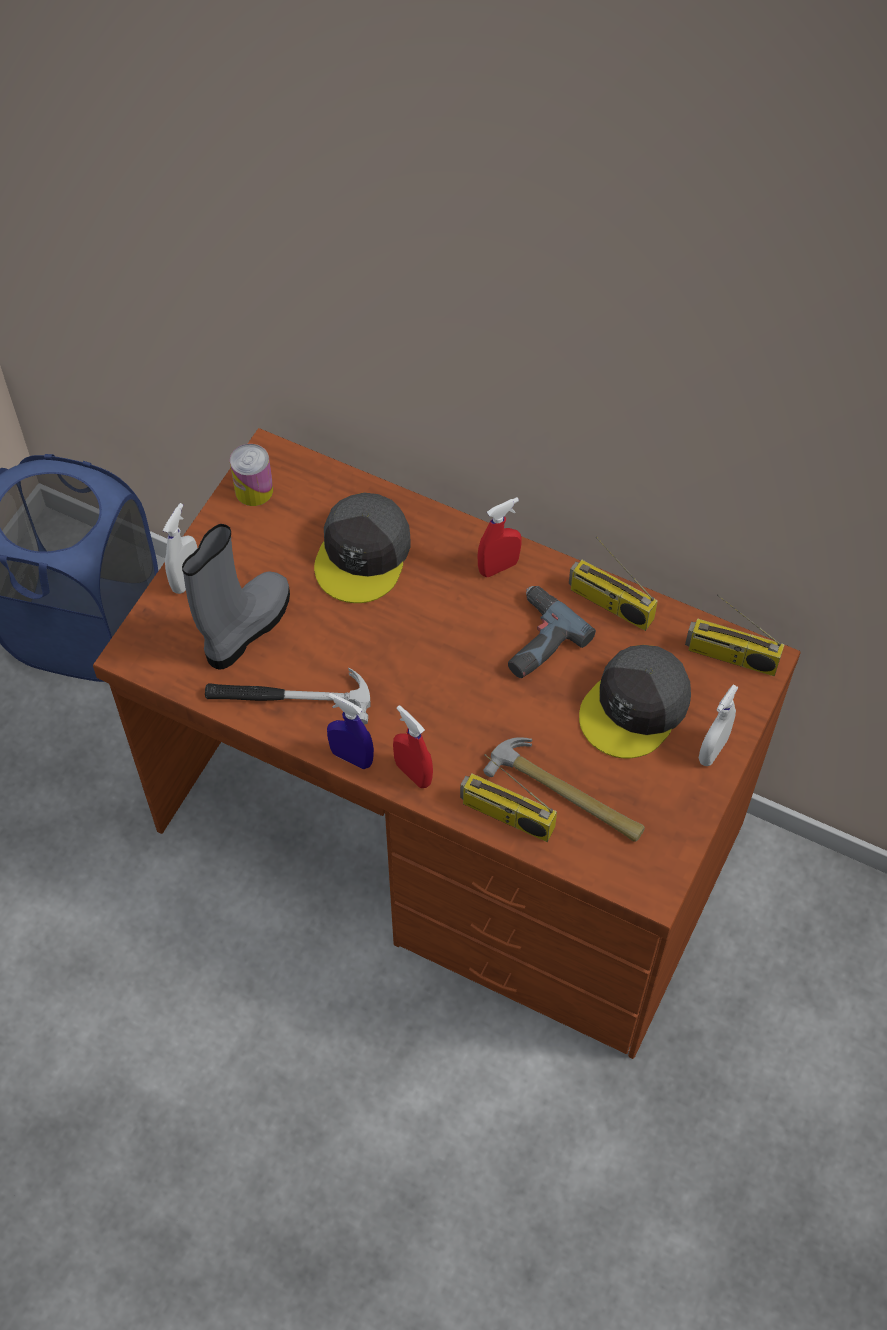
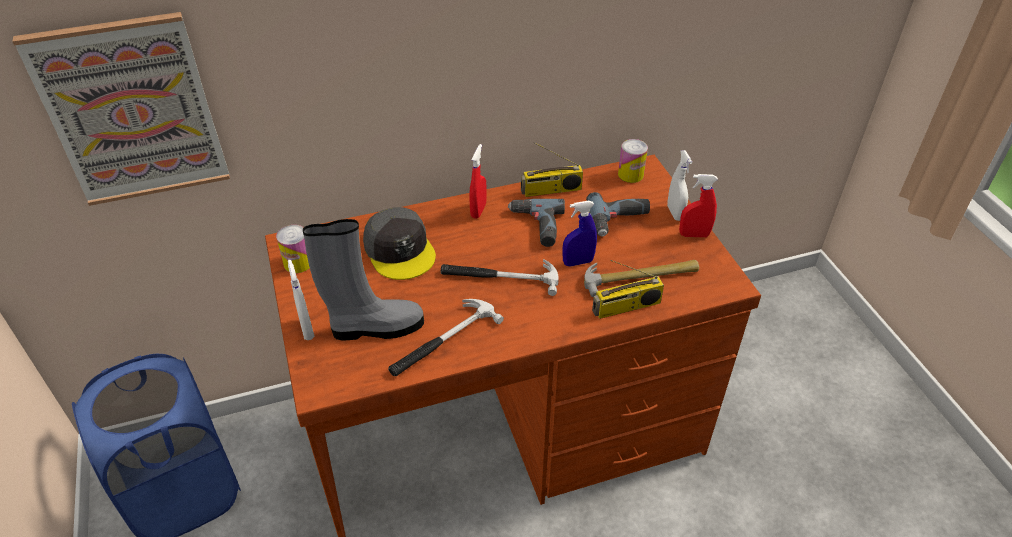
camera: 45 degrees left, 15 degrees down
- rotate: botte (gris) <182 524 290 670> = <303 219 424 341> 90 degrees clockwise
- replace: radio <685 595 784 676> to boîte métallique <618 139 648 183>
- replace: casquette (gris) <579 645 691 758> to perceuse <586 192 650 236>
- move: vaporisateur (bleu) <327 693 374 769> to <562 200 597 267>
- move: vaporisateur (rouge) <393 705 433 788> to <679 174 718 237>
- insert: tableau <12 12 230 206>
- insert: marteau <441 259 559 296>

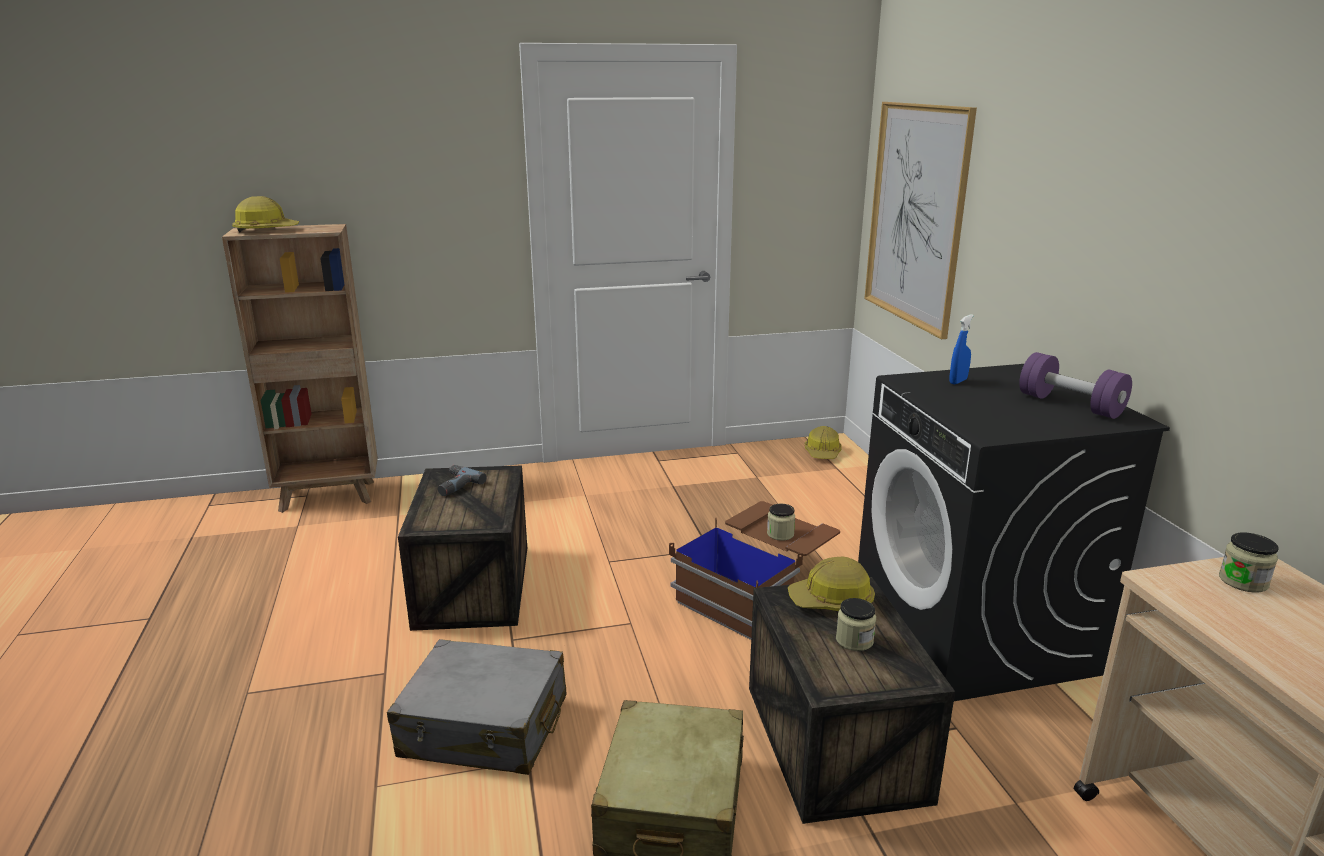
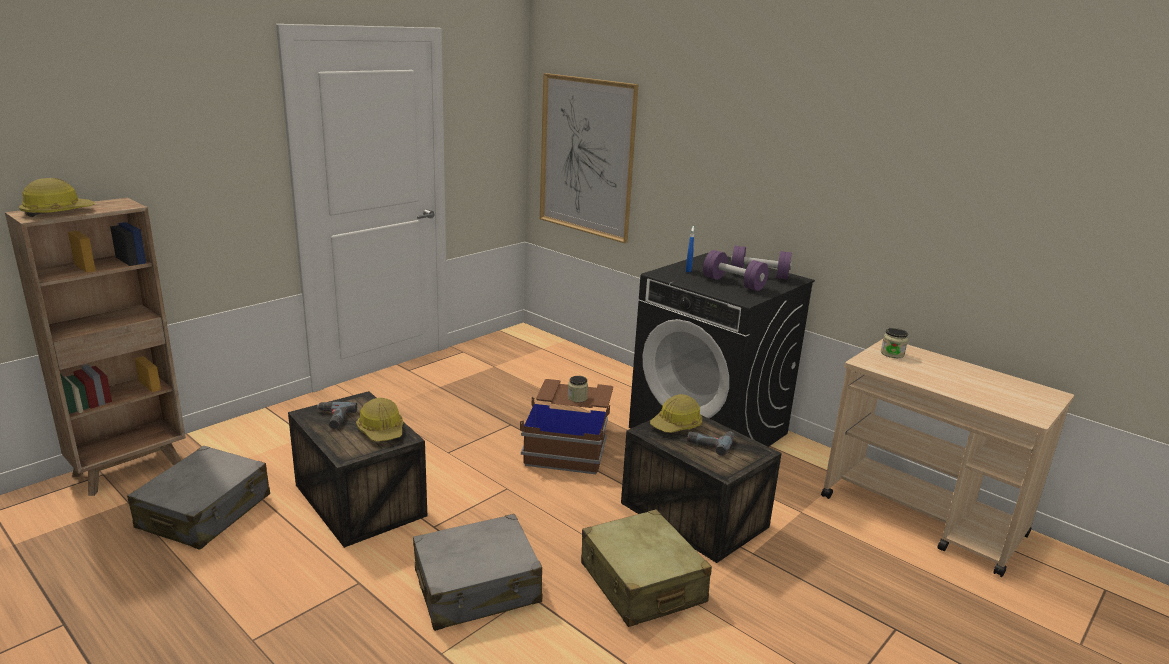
camera: 35 degrees left, 0 degrees up
- move: casque de chantier <805 426 842 459> to <356 398 403 441>
- replace: bocal <836 598 876 651> to perceuse <687 431 735 456>
- insert: haltère (violet) <703 250 769 291>
- insert: valise (gris) <127 446 270 550>

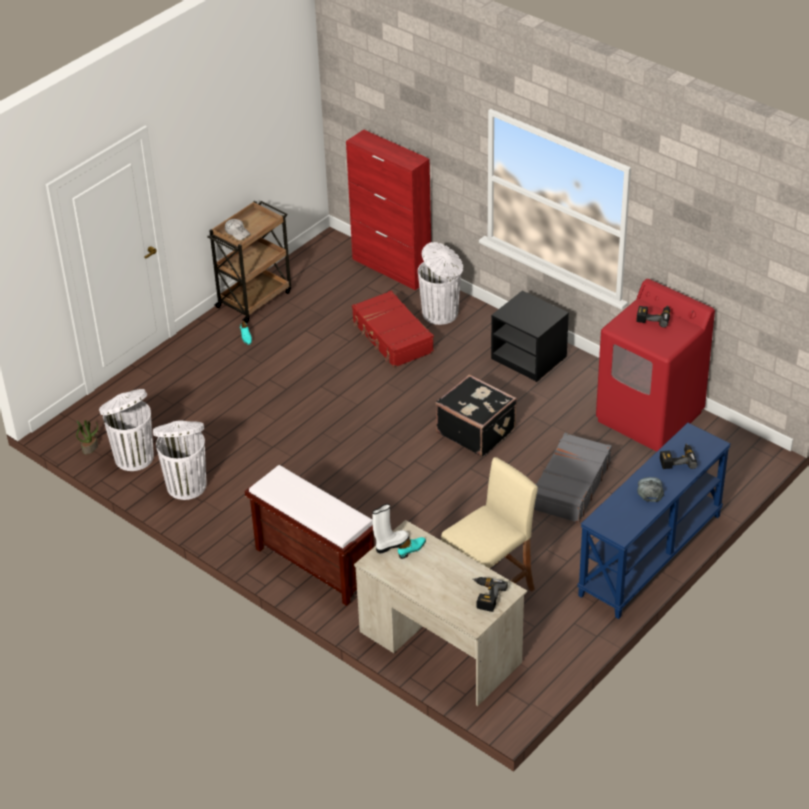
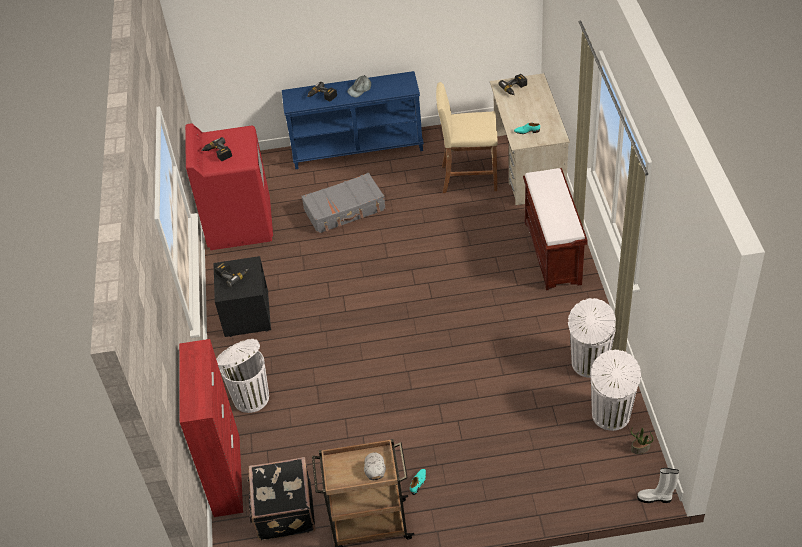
camera: 135 degrees left, 5 degrees up
- delete: valise (rouge) <352 291 434 368>
- move: valise (noir) <435 374 517 457> to <247 457 315 541>
- move: botte (blanc) <372 504 409 553> to <637 468 679 503>
- insert: perceuse <215 262 249 287>

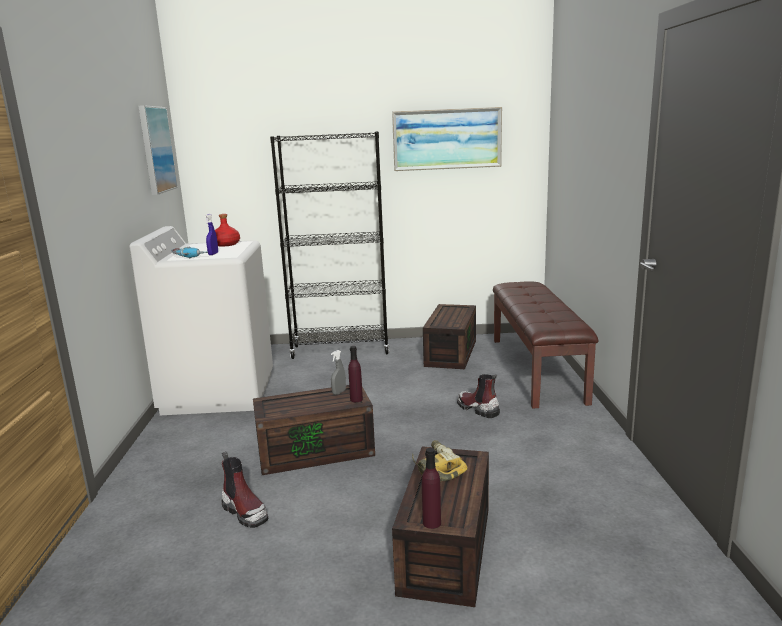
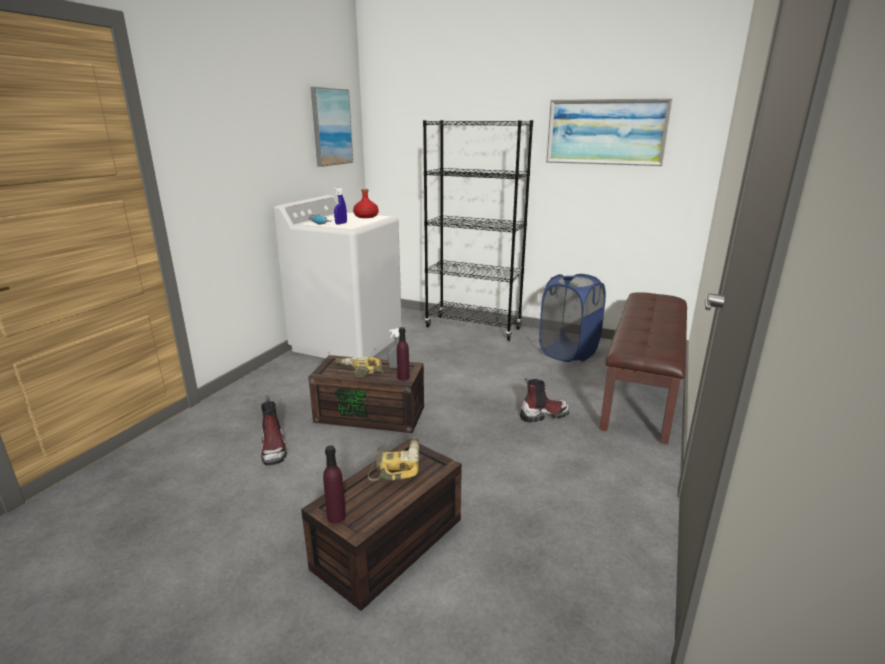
camera: 25 degrees right, 5 degrees up
- replace: boîte de rangement (marron) <423 304 476 369> to panier à linge (bleu) <539 274 606 362>
- rotate: botte <457 374 500 418> = <520 378 569 423> 90 degrees clockwise
- insert: perceuse <334 356 383 377>

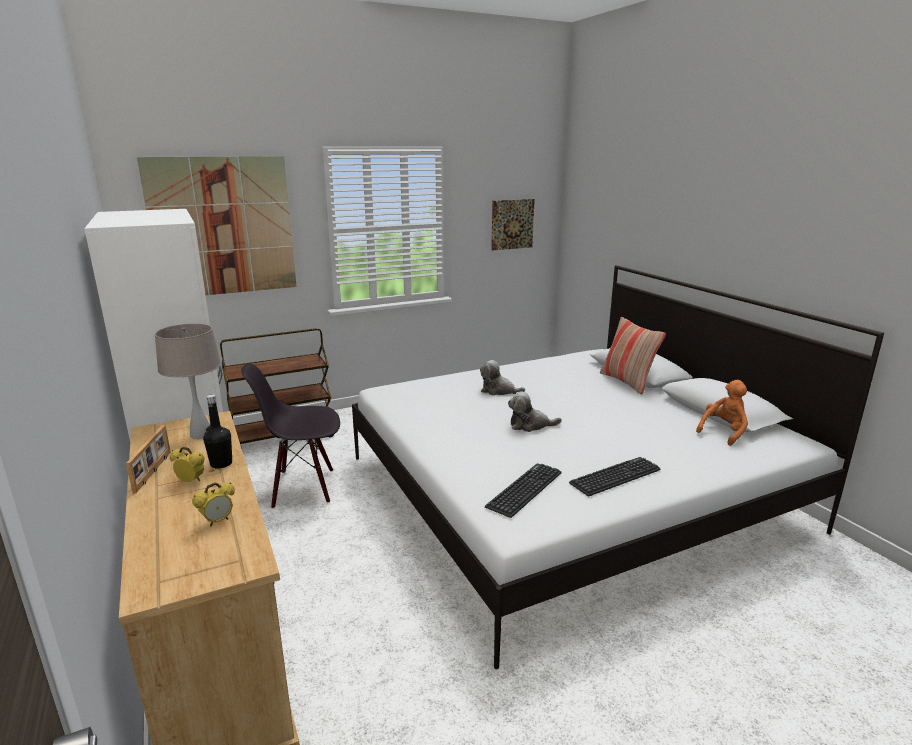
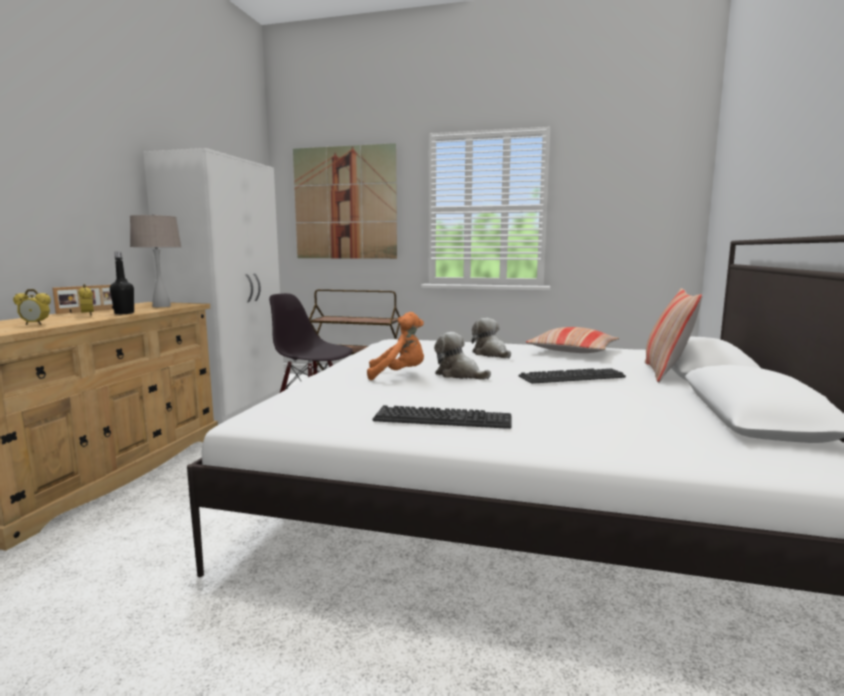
camera: 40 degrees right, 10 degrees down
- delete: tableau <491 199 535 250>
- move: peluche (orange) <696 380 748 446> to <367 312 424 380>
- move: clavier <485 463 562 518> to <519 368 626 384>
- insert: coussin <526 327 619 353>

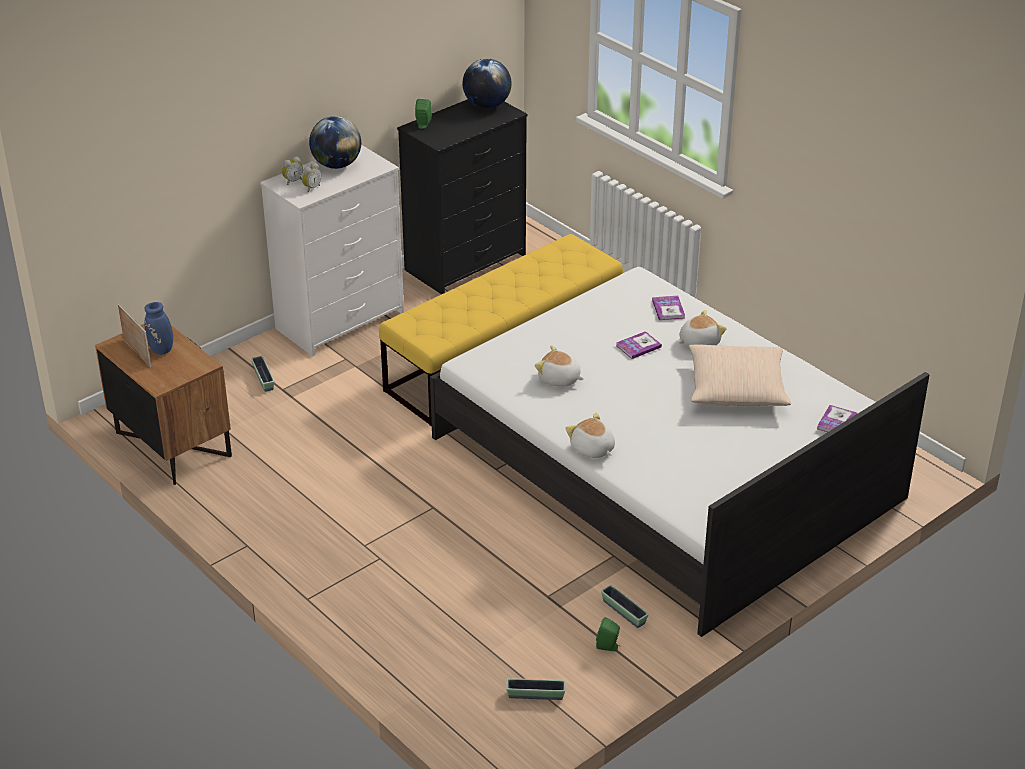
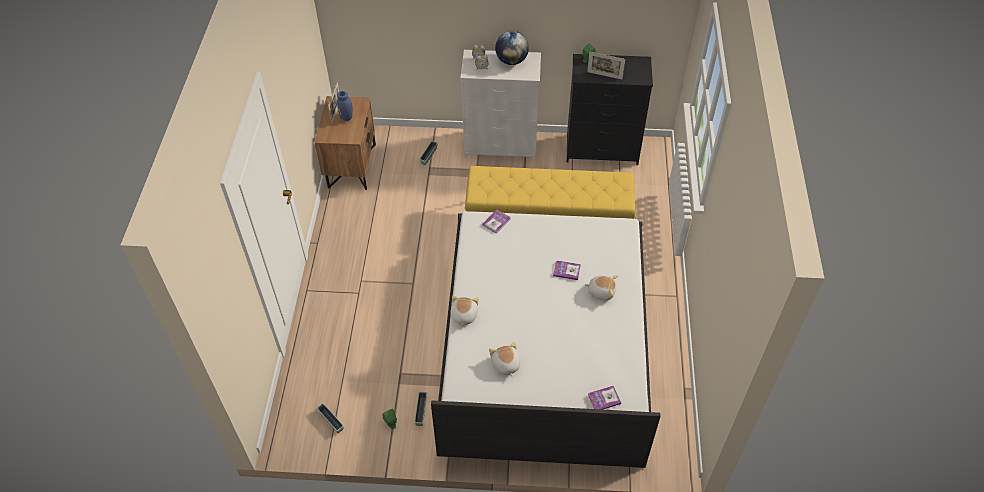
camera: 45 degrees right, 15 degrees up
- delete: globe <463 59 512 108>
- move: livre <652 296 685 320> to <482 210 511 234>
- delete: coussin (beige) <689 344 791 406>
- move: peluche <535 345 584 387> to <489 342 520 377>
- insert: cadre photo <587 52 625 79>

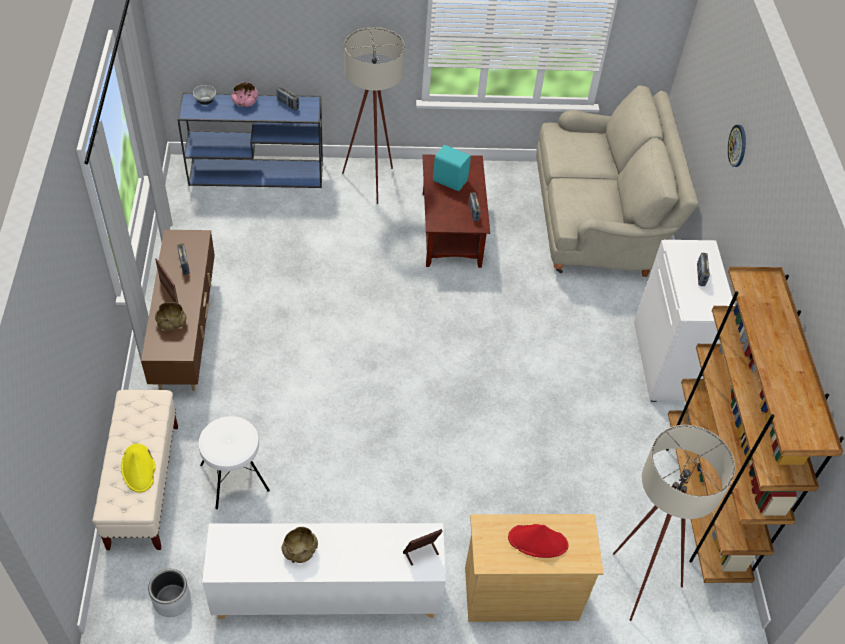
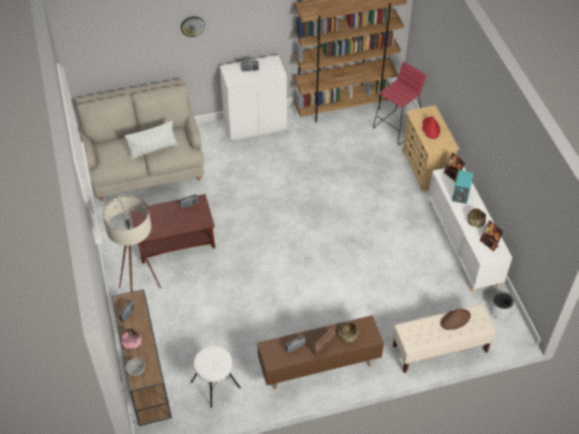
camera: 100 degrees left, 0 degrees up
- recolor: table console (bleu) <177 93 323 188> to table console (marron) <112 289 172 426>
- move: enceinte (turquoise) <433 145 471 191> to <452 170 473 204>
- move: tabouret (blanc) <199 416 270 509> to <191 346 241 408>
- replace: lampadaire (beige) <613 425 735 621> to tabouret (rouge) <373 62 426 145>
- recolor: chapeau (jaune) <121 443 155 493> to chapeau (marron) <440 309 471 330>
- insert: coussin <125 121 178 160>
- insert: cadre photo <480 220 504 251>

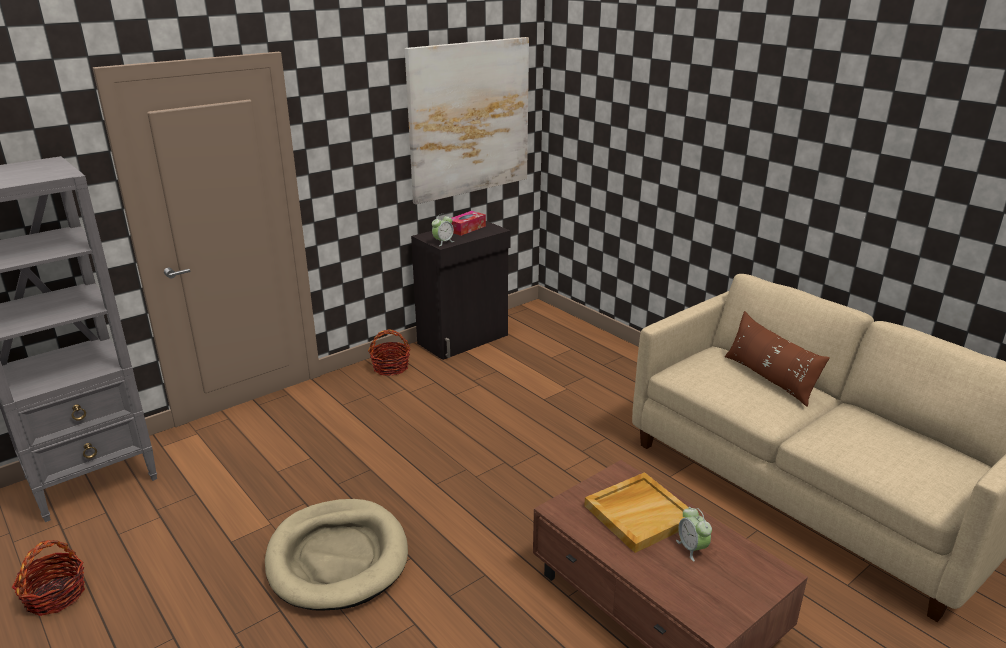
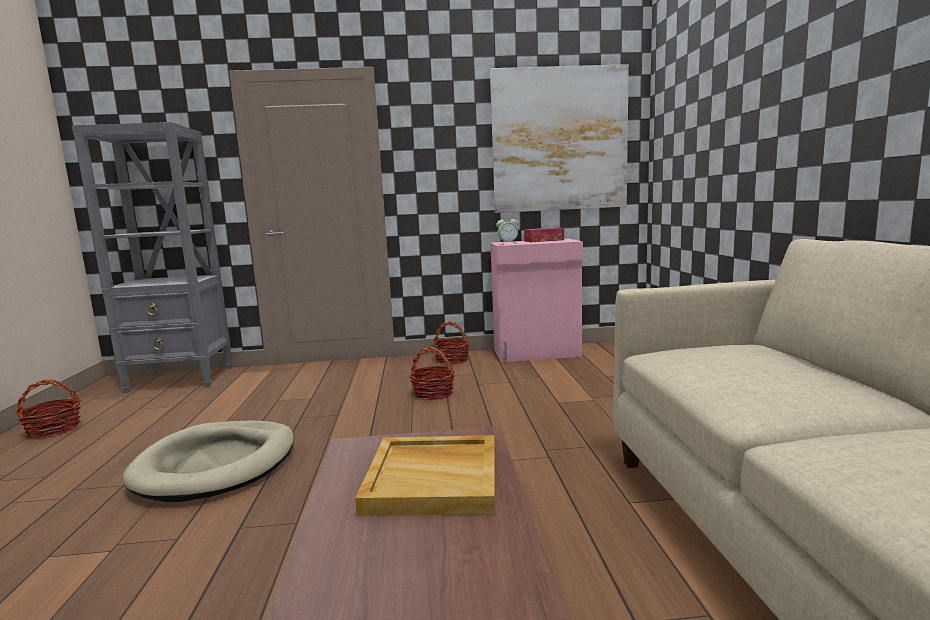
camera: 35 degrees right, 15 degrees down
- recolor: meuble de rangement (noir) <411 221 510 360> to meuble de rangement (rose) <490 239 583 362>
- delete: coussin (marron) <725 311 830 407>
- delete: réveil <676 507 712 561>
- insert: panier <409 347 455 400>

